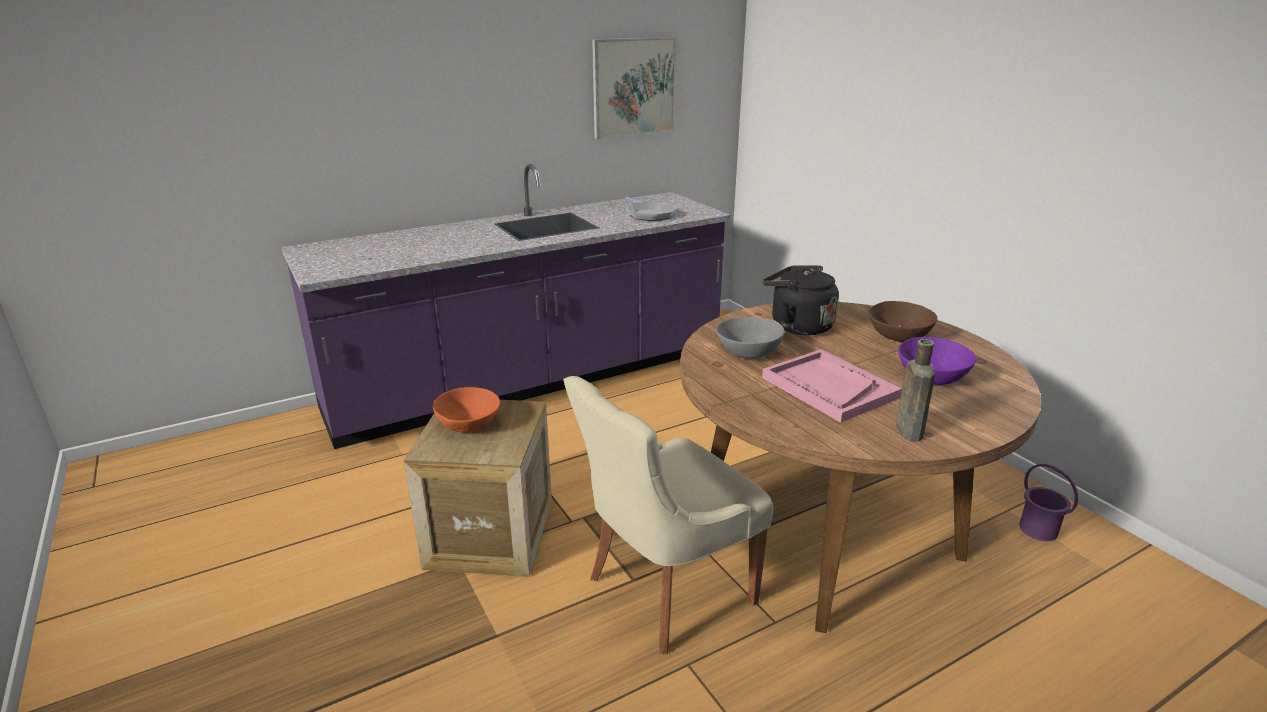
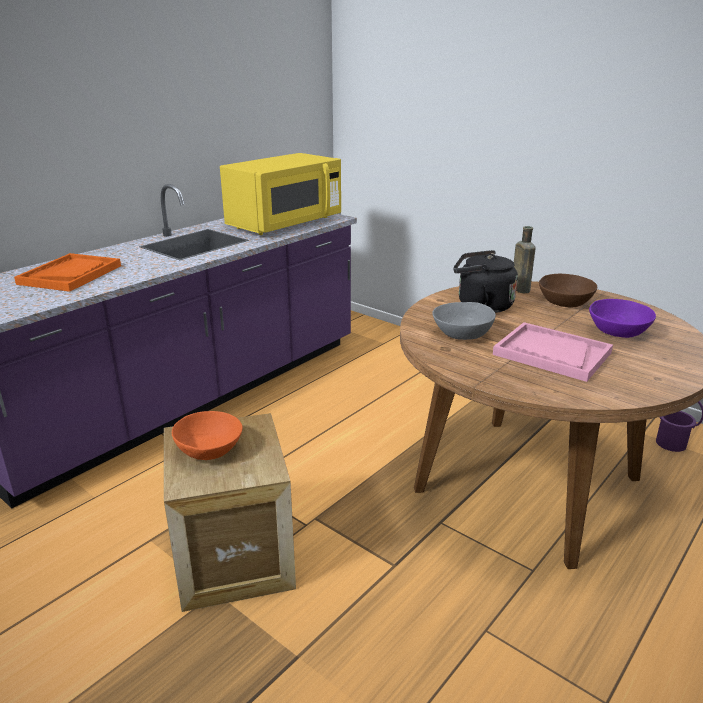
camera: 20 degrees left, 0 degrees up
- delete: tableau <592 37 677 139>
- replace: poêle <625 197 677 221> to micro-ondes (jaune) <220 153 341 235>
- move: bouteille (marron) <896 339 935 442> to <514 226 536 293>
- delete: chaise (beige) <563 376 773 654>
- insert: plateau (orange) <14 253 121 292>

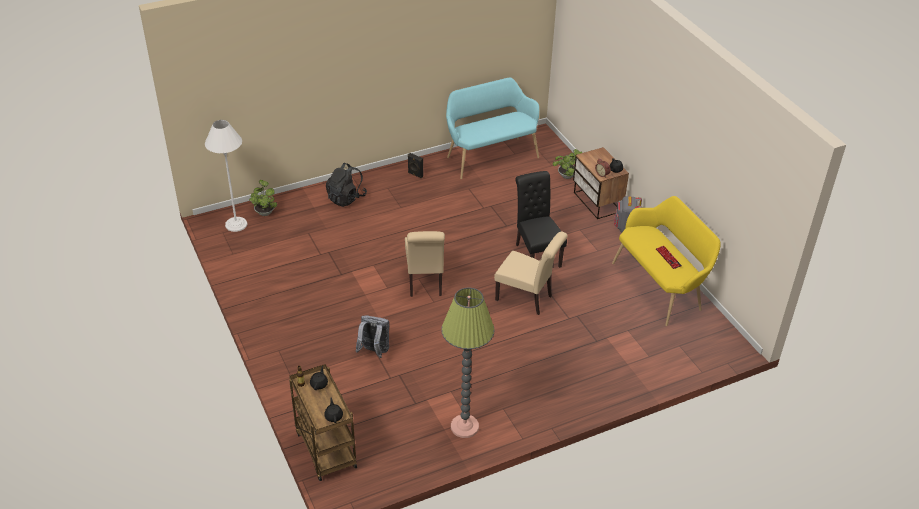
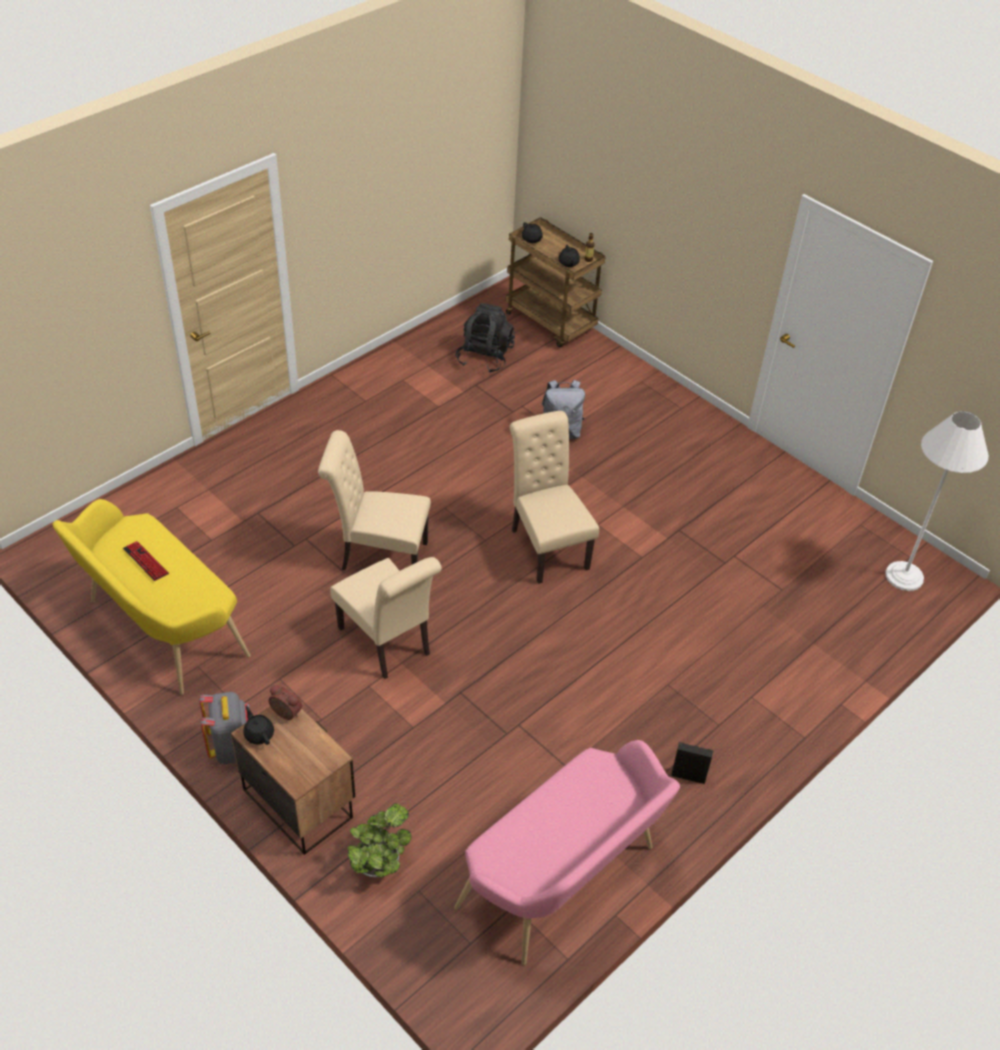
camera: 160 degrees right, 5 degrees up
- recolor: banc (turquoise) <446 78 539 179> to banc (rose) <454 740 680 965>
- move: sac à dos (noir) <326 163 367 207> to <456 303 515 373>
- recolor: chaise (noir) <515 171 567 268> to chaise (beige) <330 557 442 679>
- delete: plante en pot <249 180 277 216>
- delete: lampadaire <441 288 494 438>

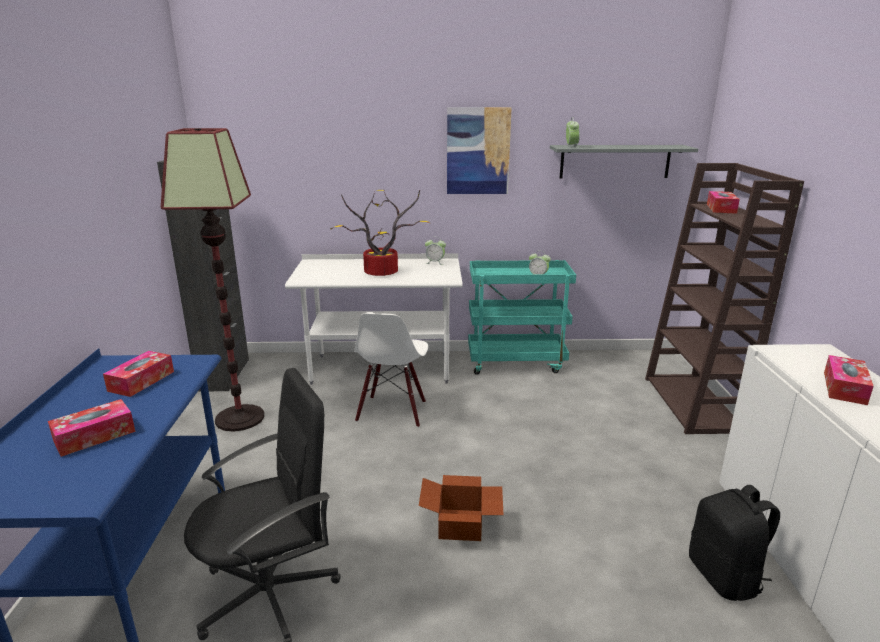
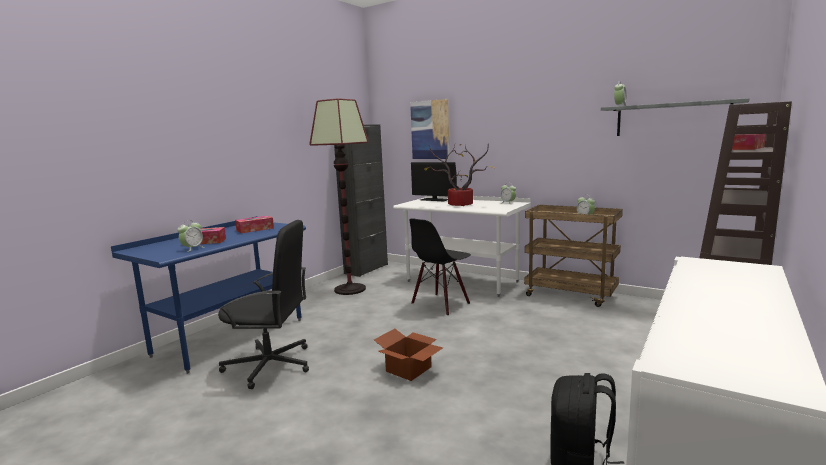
camera: 35 degrees right, 10 degrees down
- move: tableau <447 107 512 194> to <410 99 450 159>
- recolor: chariot (turquoise) <468 260 576 375> to chariot (marron) <524 205 623 307>
- recolor: chaise (blanc) <354 313 428 428> to chaise (noir) <409 218 471 315>
- delete: boîte à mouchoirs <824 355 874 405>
- insert: écran d'ordinateur <411 162 457 201>
- insert: réveil <177 221 204 252>

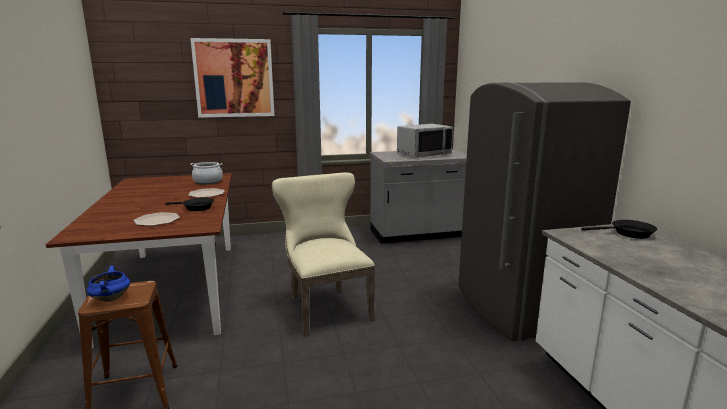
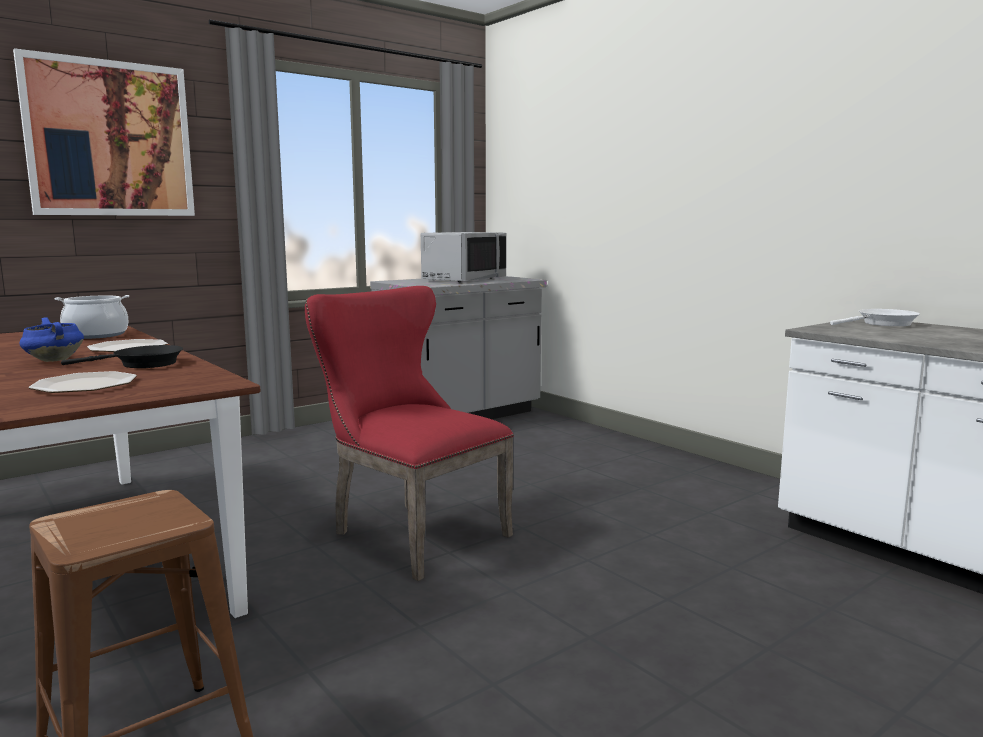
camera: 25 degrees left, 5 degrees down
- delete: réfrigérateur (gris) <458 82 631 341>
- recolor: chaise (beige) <272 173 375 336> to chaise (rouge) <305 286 514 581>
- recolor: poêle (noir) <581 220 657 239> to poêle (blanc) <830 309 920 326>
- move: marmite (bleu) <87 265 130 302> to <19 317 84 362>

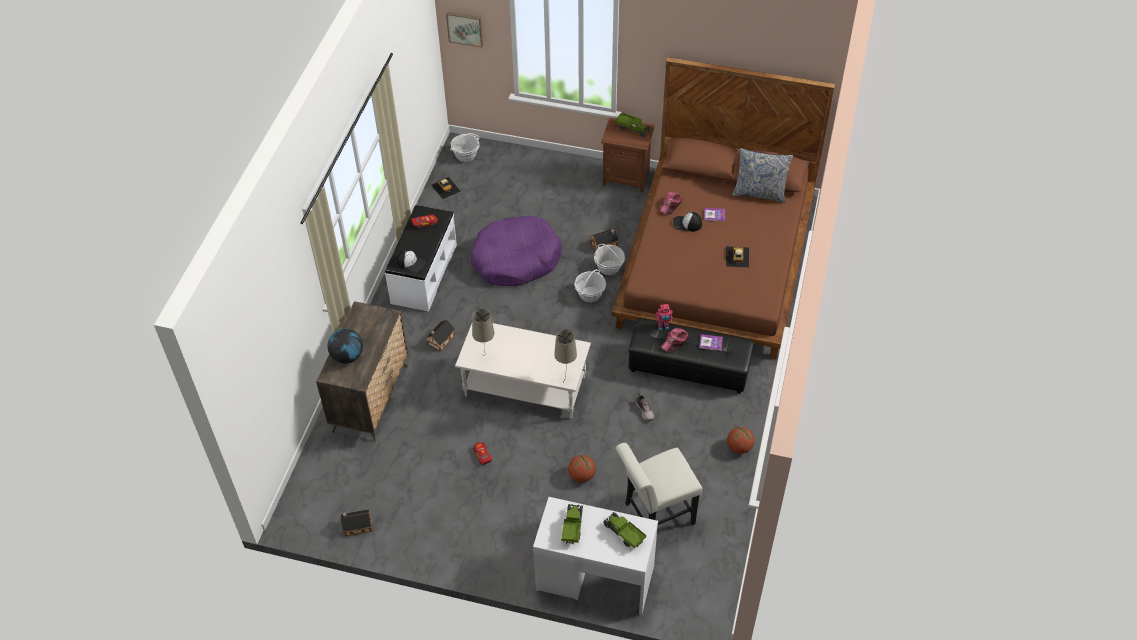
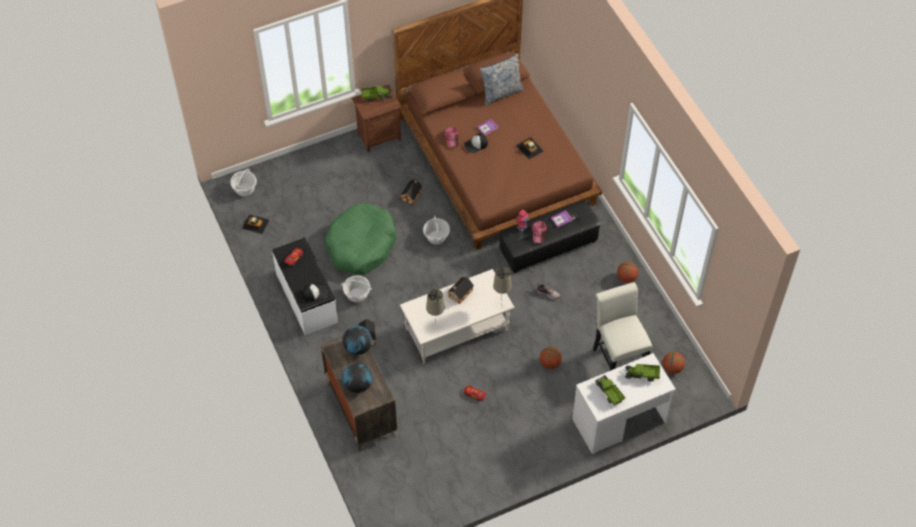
camera: 40 degrees left, 5 degrees up
- delete: tableau <446 12 483 47>
- recolor: panier pour chien (violet) <471 216 562 286> to panier pour chien (vert) <325 203 397 275>
- move: panier <594 244 625 275> to <341 276 372 303>
- rotate: chaise (blanc) <615 443 703 525> = <593 282 652 371> 135 degrees clockwise
- move: maison miniature <340 509 372 536> to <447 277 474 304>
- insert: globe <343 326 372 355>
- insert: ballon de basket <663 352 685 374>

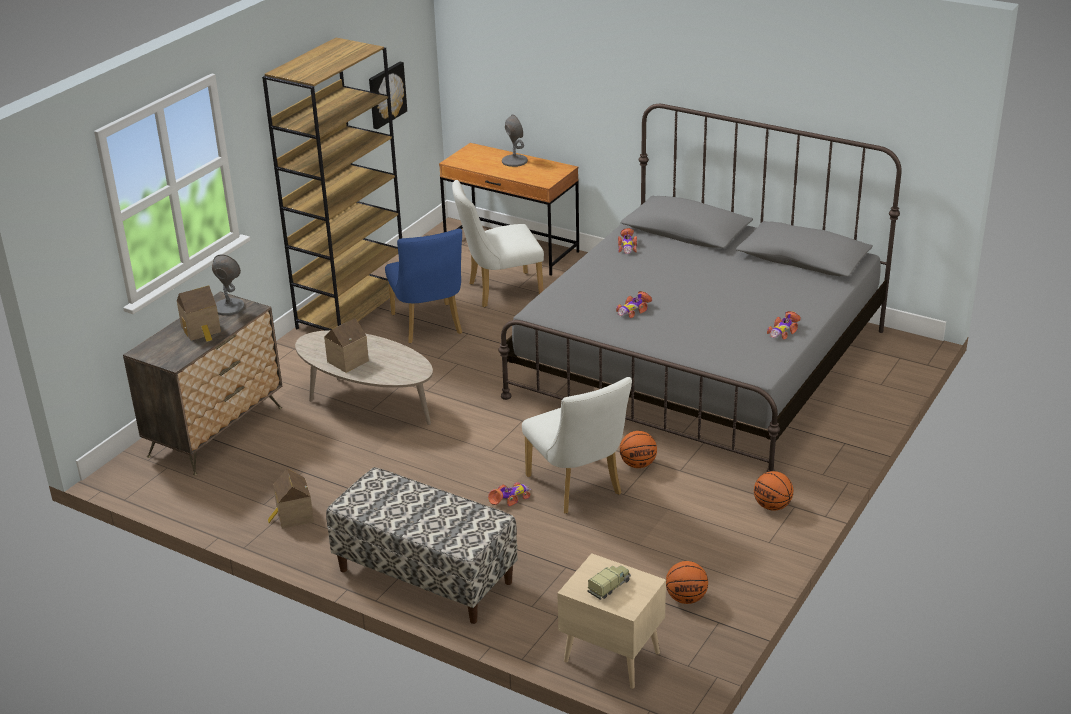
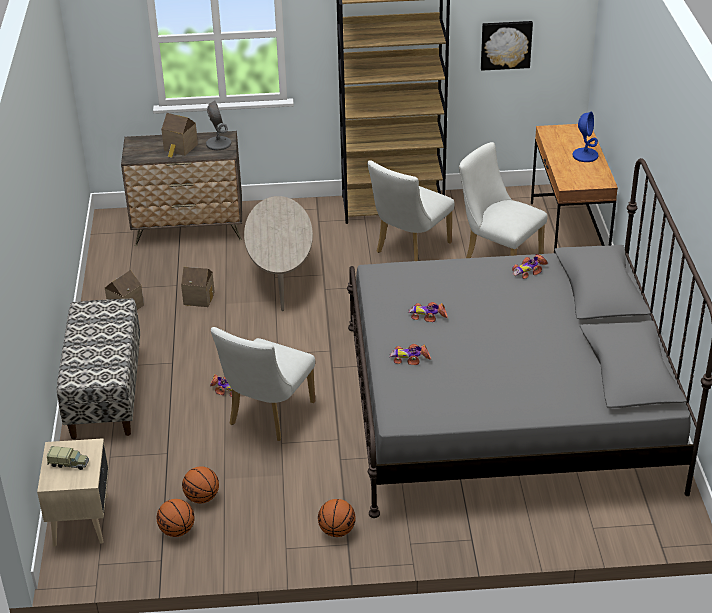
camera: 55 degrees right, 5 degrees up
- recolor: lampe de table (gris) <502 114 528 167> to lampe de table (bleu) <572 112 599 162>
- recolor: chaise (bleu) <385 229 462 344> to chaise (blanc) <367 160 455 261>
- move: petite voiture <767 311 801 340> to <389 344 431 365>
- move: maison miniature <324 318 369 373> to <181 267 215 307>
- move: ballon de basket <620 431 657 468> to <182 466 219 504>

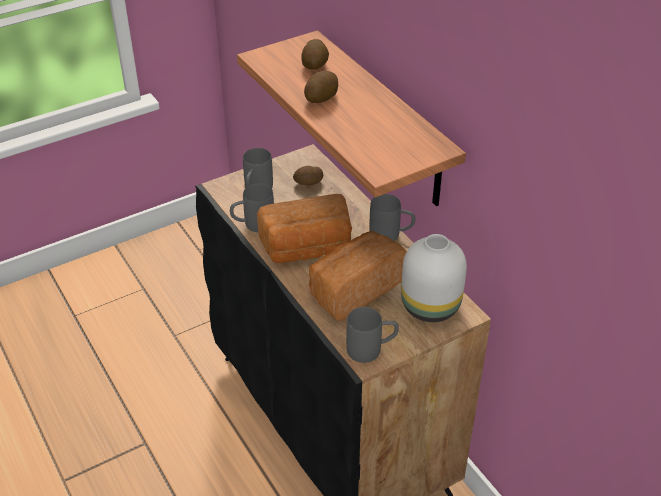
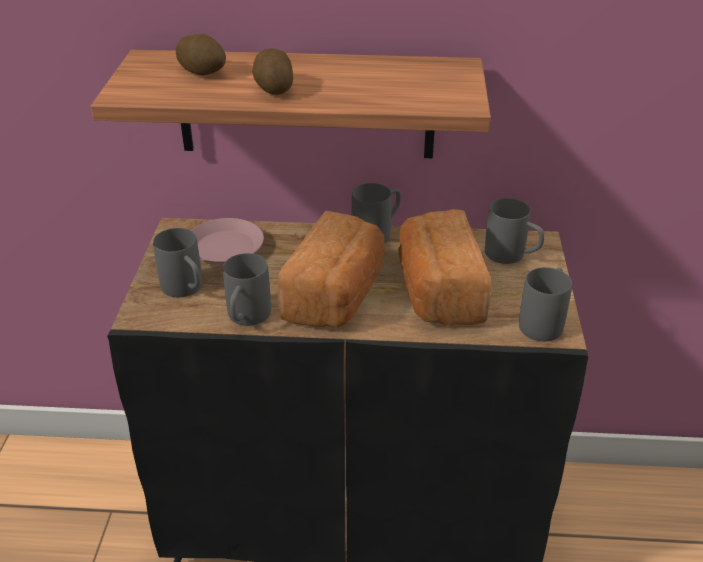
camera: 55 degrees left, 5 degrees down
- replace: pomme de terre <293 166 323 186> to assiette (rose) <191 218 264 265>
- replace: vase (blanc) <401 234 467 322> to mug (gris) <485 198 544 264>

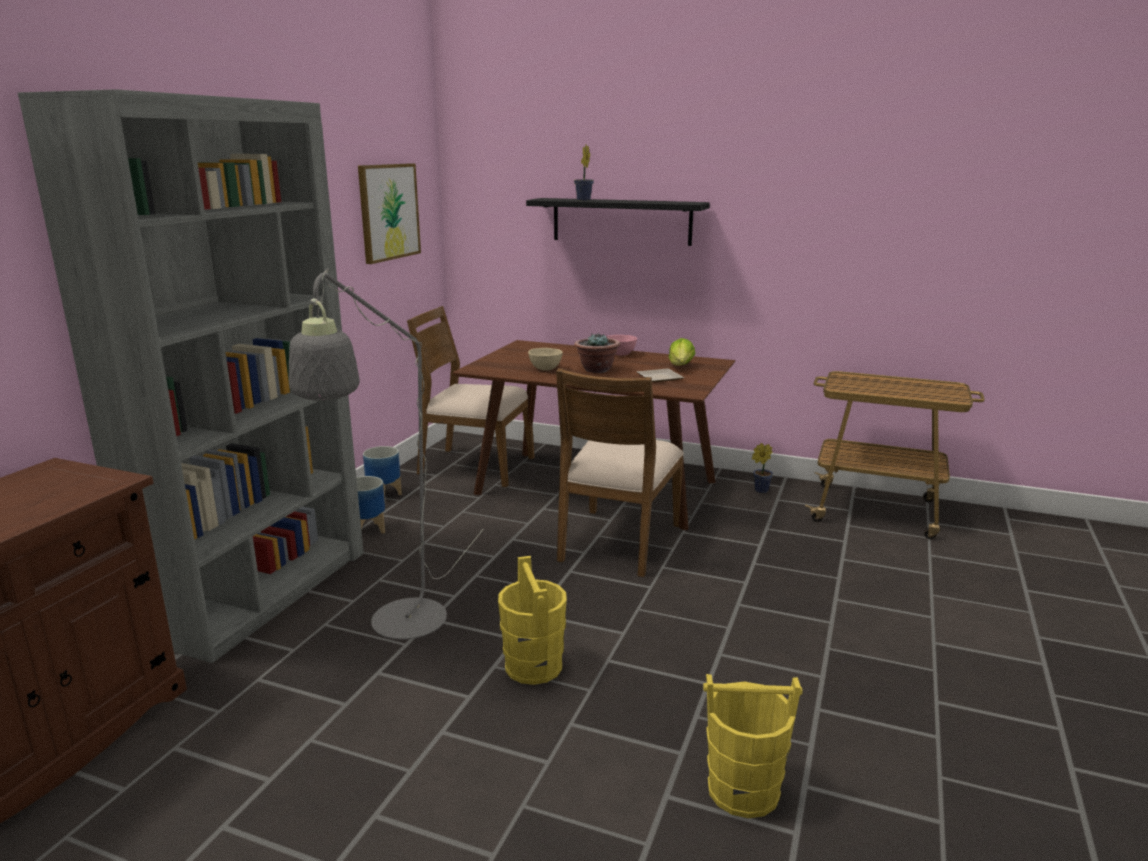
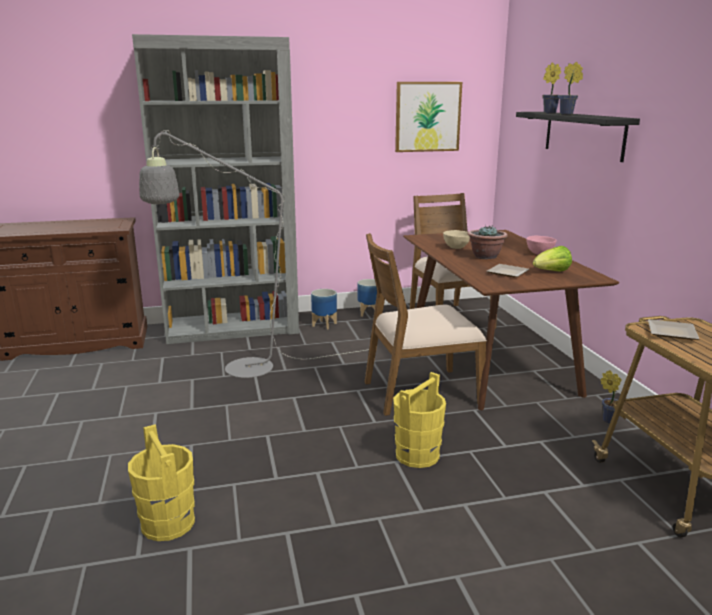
camera: 55 degrees right, 0 degrees up
- move: seau (jaune) <498 556 567 685> to <393 372 446 468>
- insert: plante en pot <559 62 583 115>
- insert: assiette <648 319 699 340>

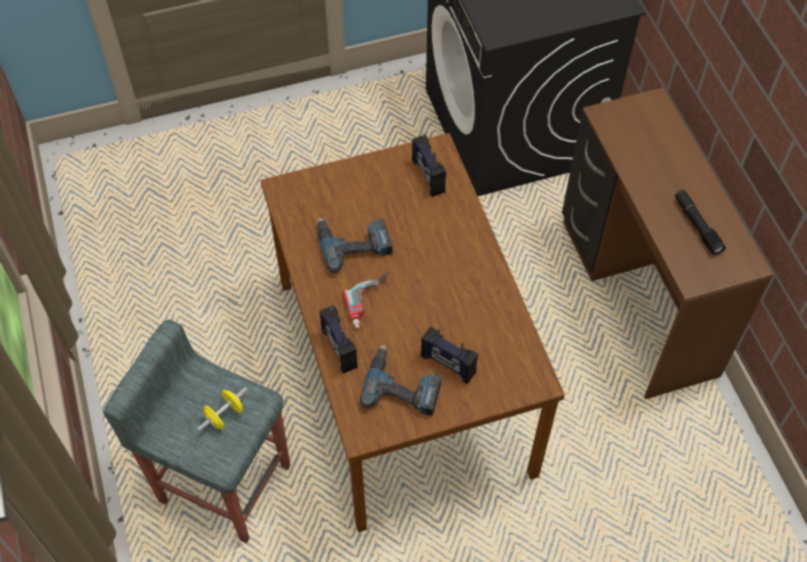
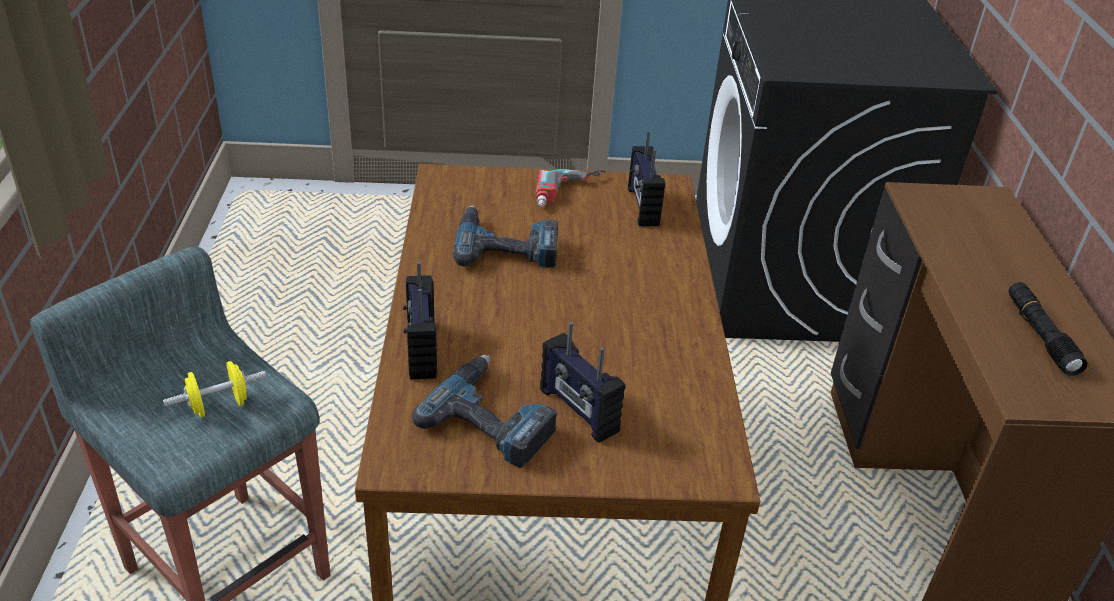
camera: 15 degrees right, 20 degrees down
- move: perceuse <343 271 391 329> to <536 169 606 207>

